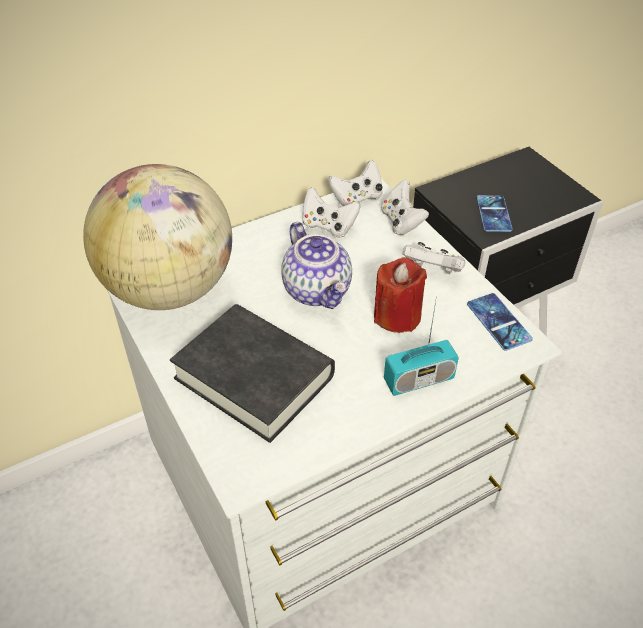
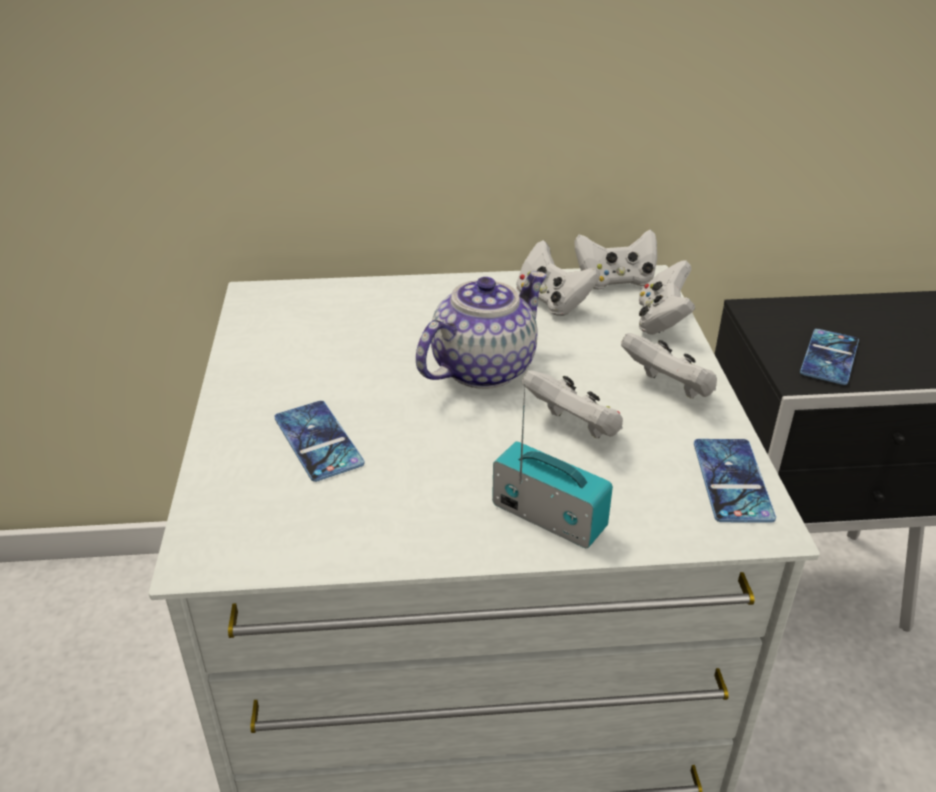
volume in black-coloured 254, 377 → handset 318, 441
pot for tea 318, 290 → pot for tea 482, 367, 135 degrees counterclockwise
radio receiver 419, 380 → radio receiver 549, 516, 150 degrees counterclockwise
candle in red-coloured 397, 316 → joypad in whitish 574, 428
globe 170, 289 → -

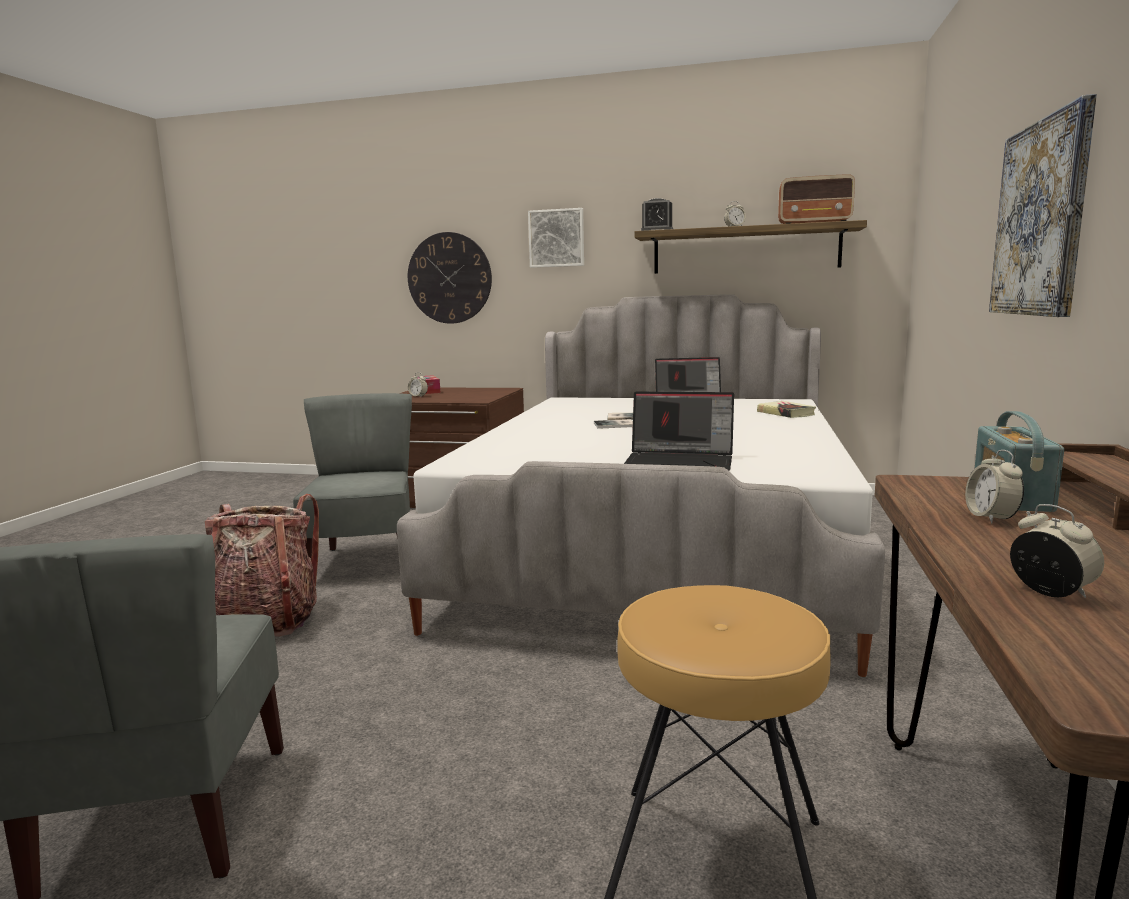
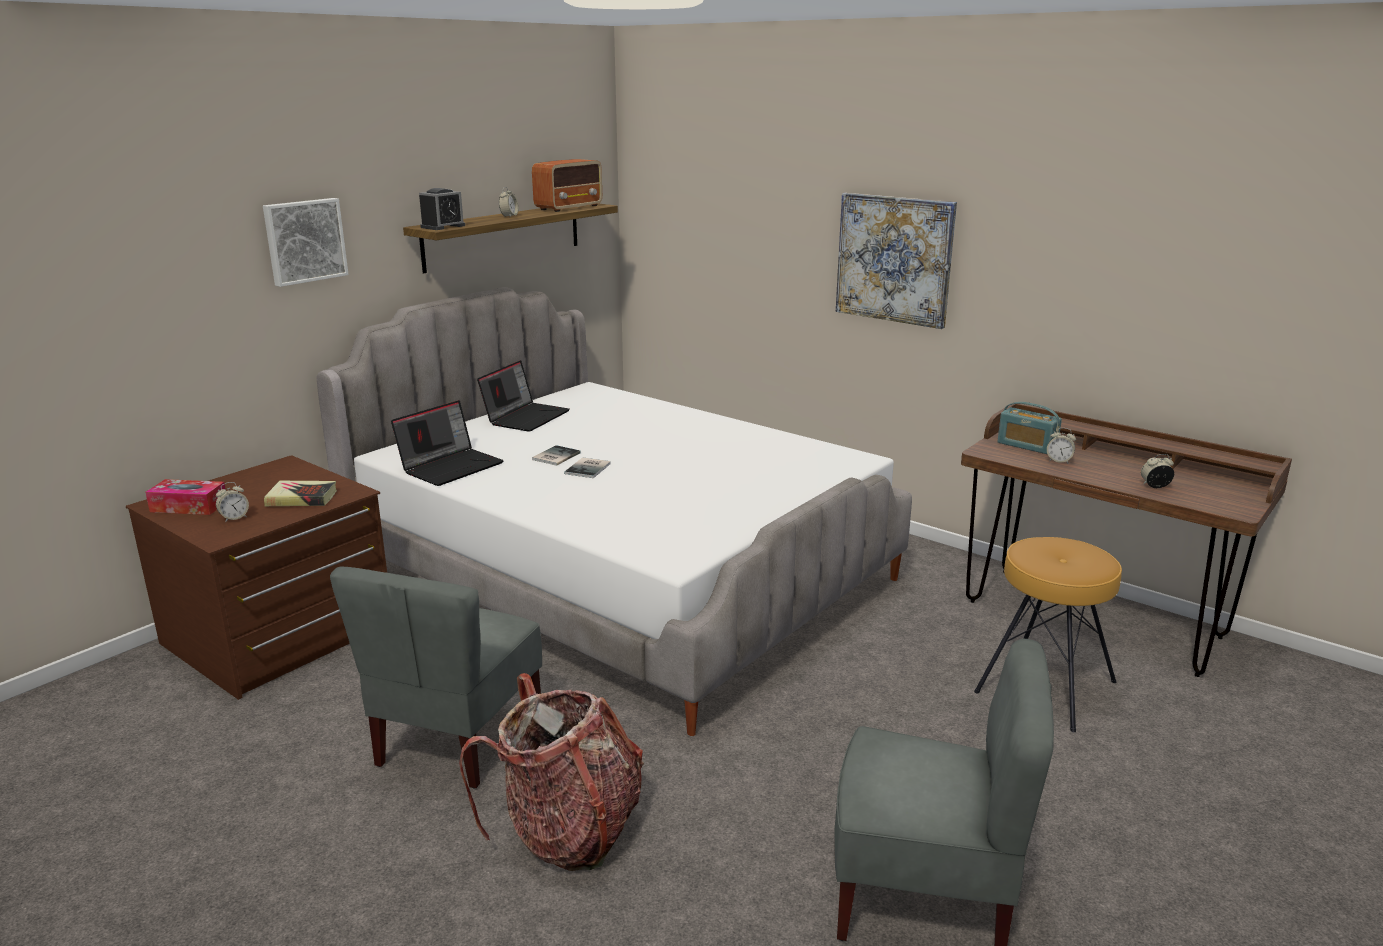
volume 786, 413 → volume 301, 498, move
upright chair in gray 365, 563 → upright chair in gray 457, 740, 90 degrees counterclockwise
laptop 680, 462 → laptop 451, 466, move
wall clock 449, 278 → -

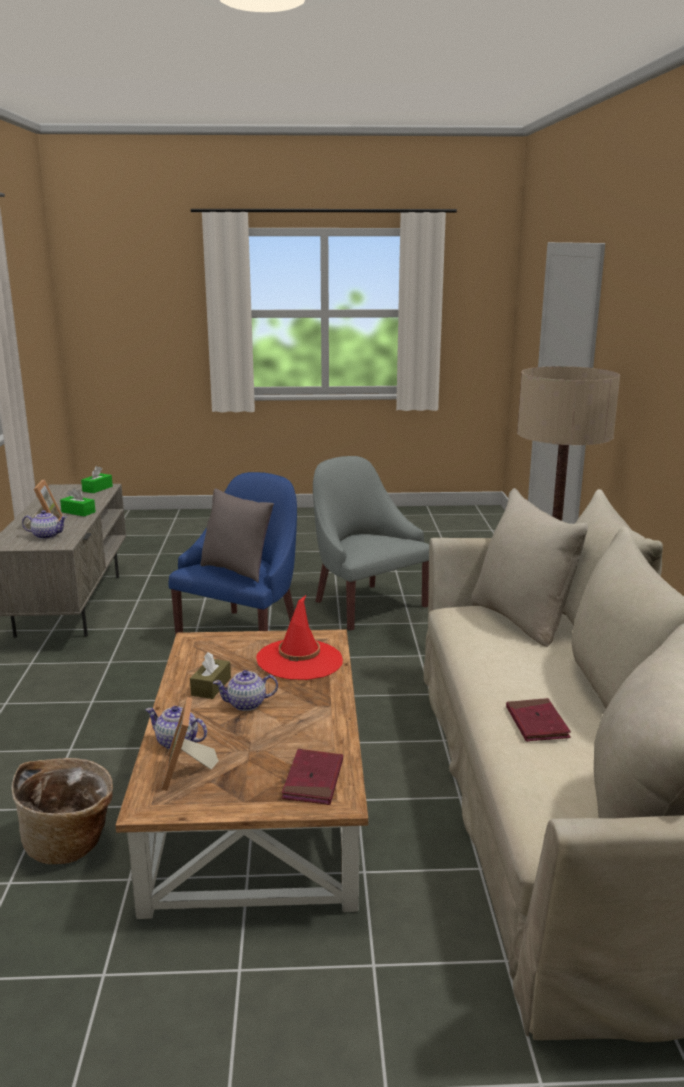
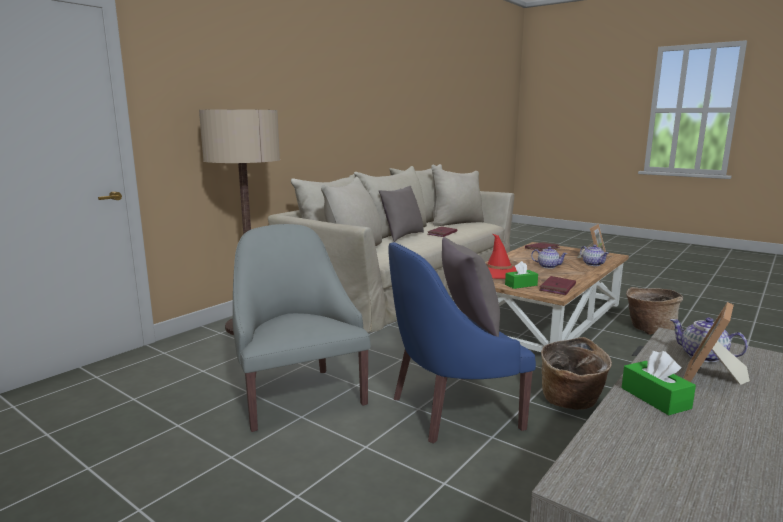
armchair in gray 365, 604 → armchair in gray 298, 395, 150 degrees clockwise
- → cushion in gray 402, 236
box of tissues in greenish 97, 489 → box of tissues in greenish 521, 285, move
- → volume in red-coloured 557, 288
- → storage basket 571, 402
box of tissues in brown-coloured 211, 686 → -

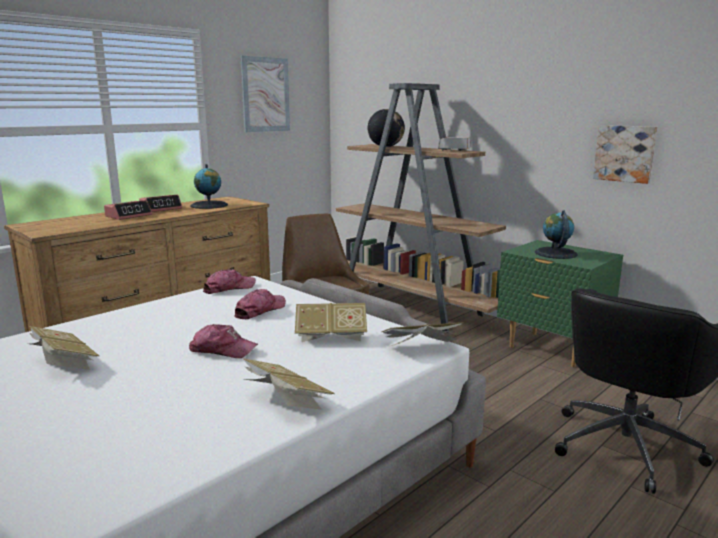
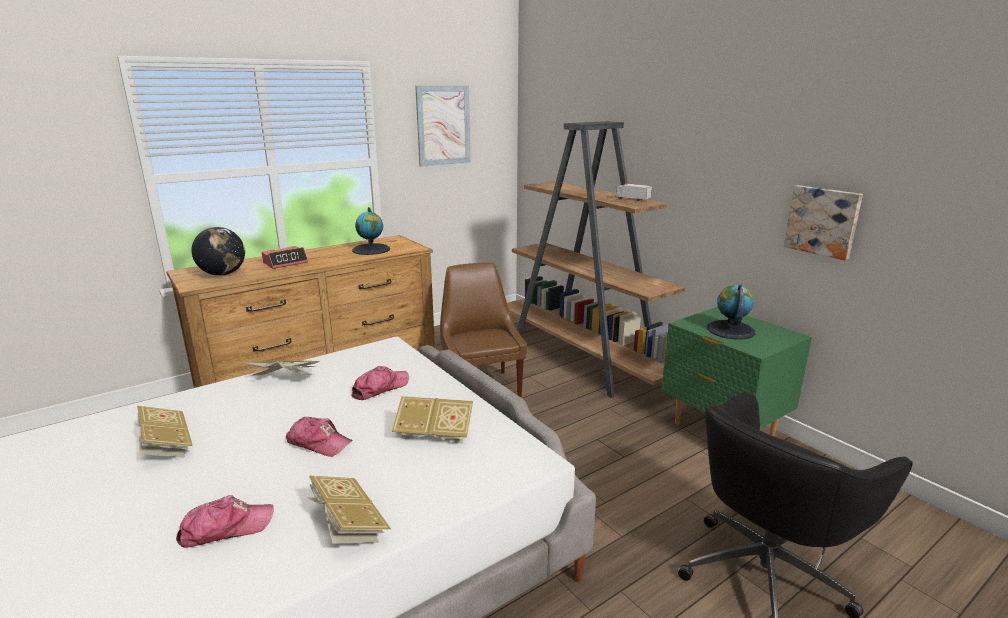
peaked cap 229, 288 → peaked cap 226, 528, move
globe 385, 147 → globe 223, 274, move
volume 421, 349 → volume 285, 379, move
alarm clock 161, 209 → -

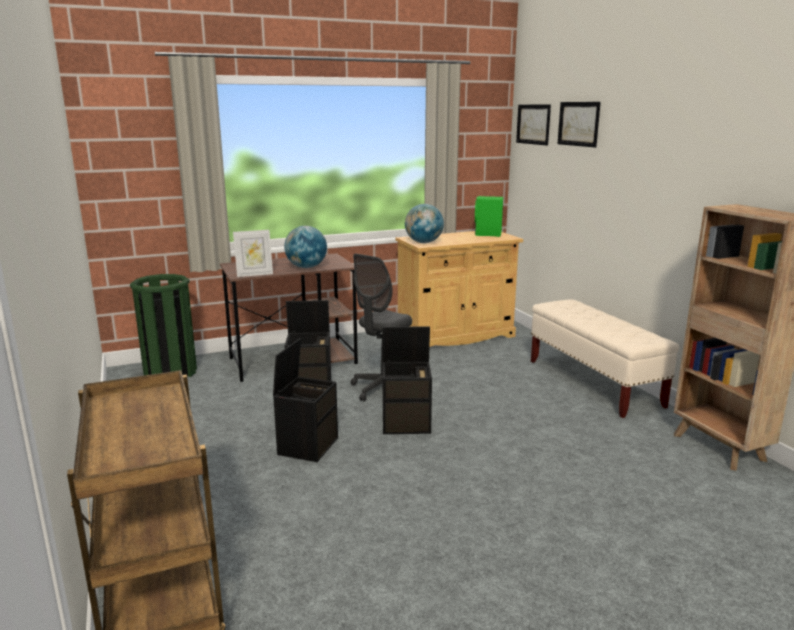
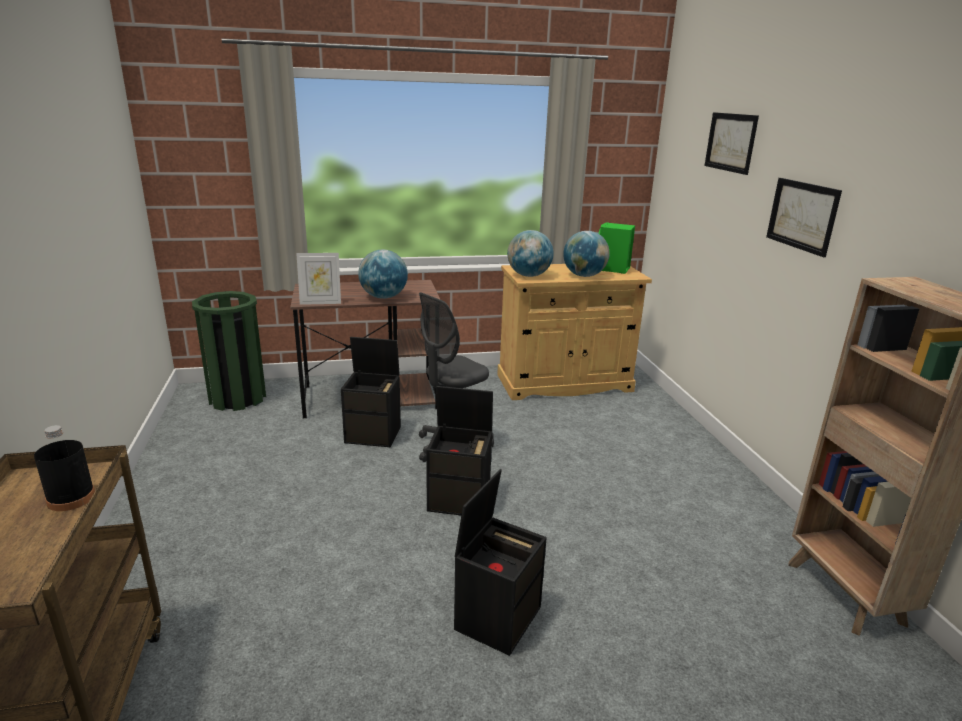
- → drink bottle in black-coloured 71, 498
storage bin in black-coloured 307, 445 → storage bin in black-coloured 497, 616, move
- → globe 584, 276
wall picture 533, 124 → wall picture 802, 215, move
long seat in beige-coloured 593, 383 → -

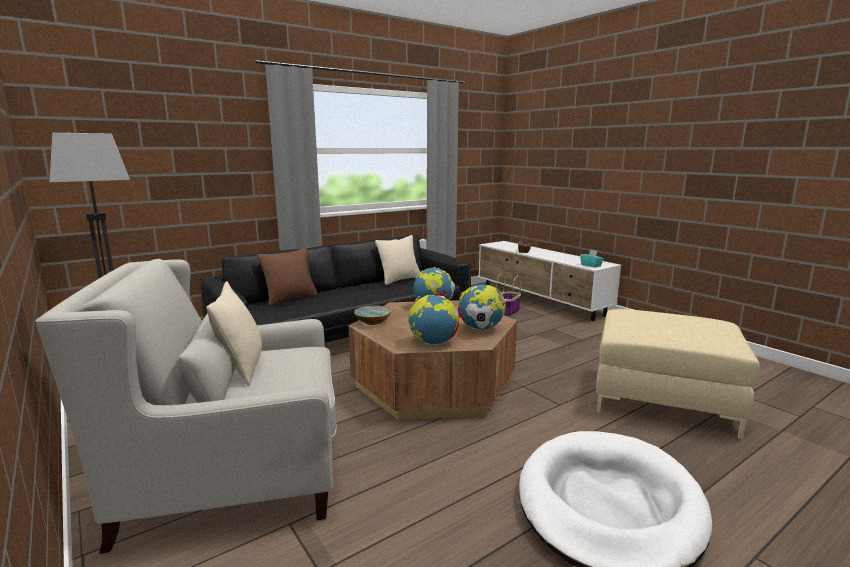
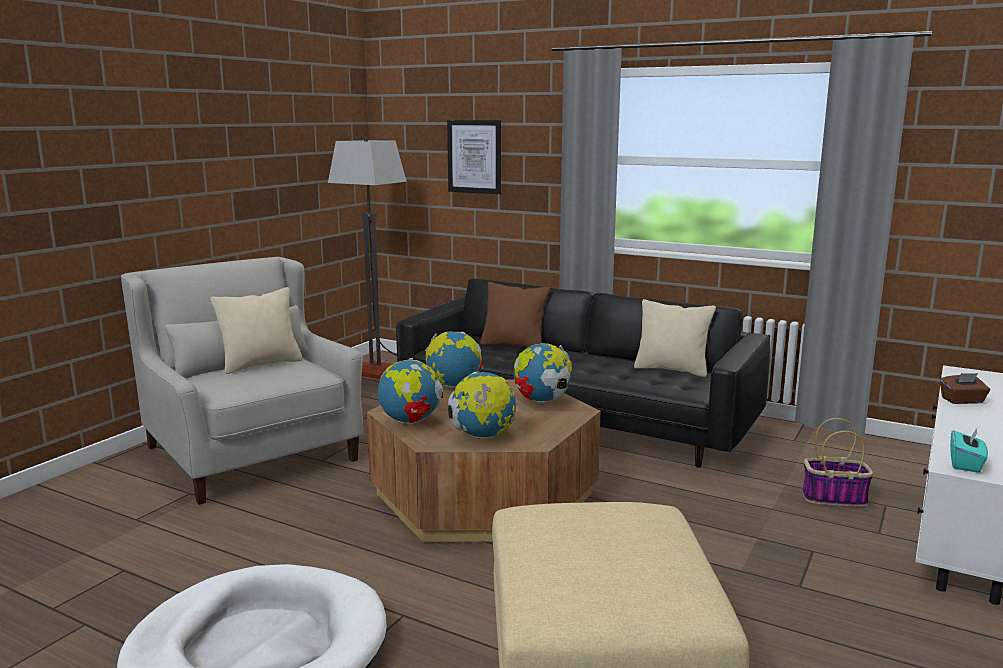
bowl 373, 322 → globe 454, 386
- → wall picture 474, 156

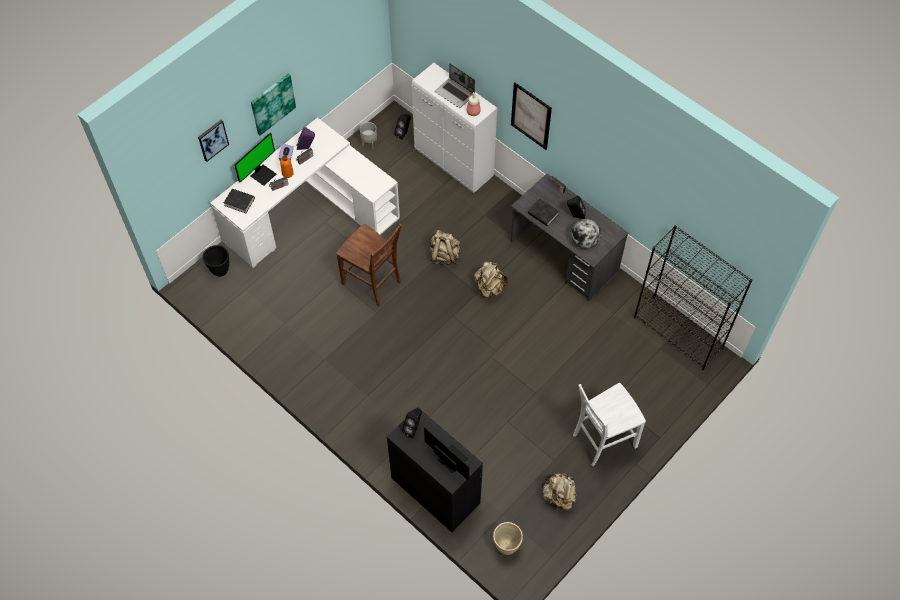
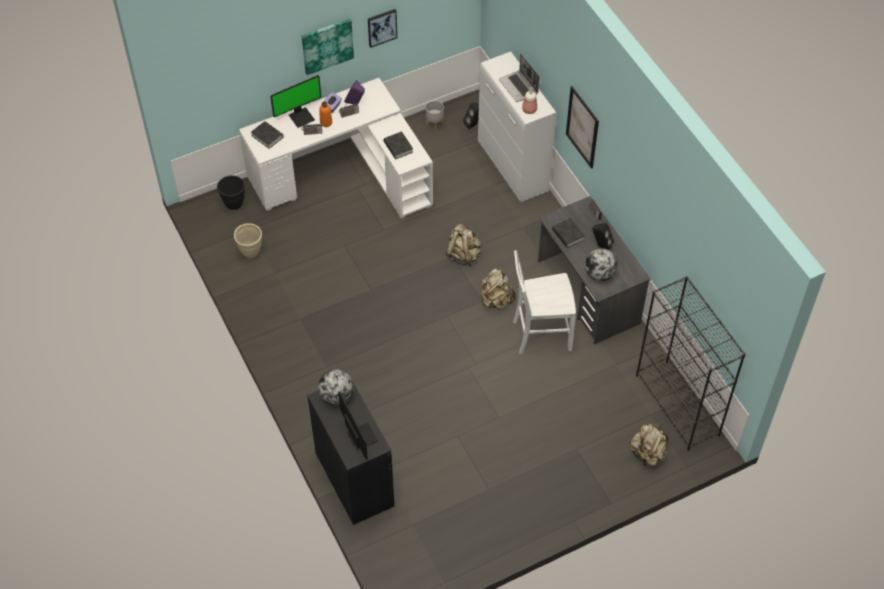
plant pot in beige-coloured 506, 546 → plant pot in beige-coloured 251, 252, move
audio speaker in black-coloured 413, 429 → globe 337, 396
wall picture 212, 140 → wall picture 382, 27, move
- → volume in black-coloured 398, 147
upright chair in whitish 602, 440 → upright chair in whitish 540, 334, move
rucksack in beige-coloured 558, 496 → rucksack in beige-coloured 647, 453, move
upright chair in brown-coloured 372, 283 → -

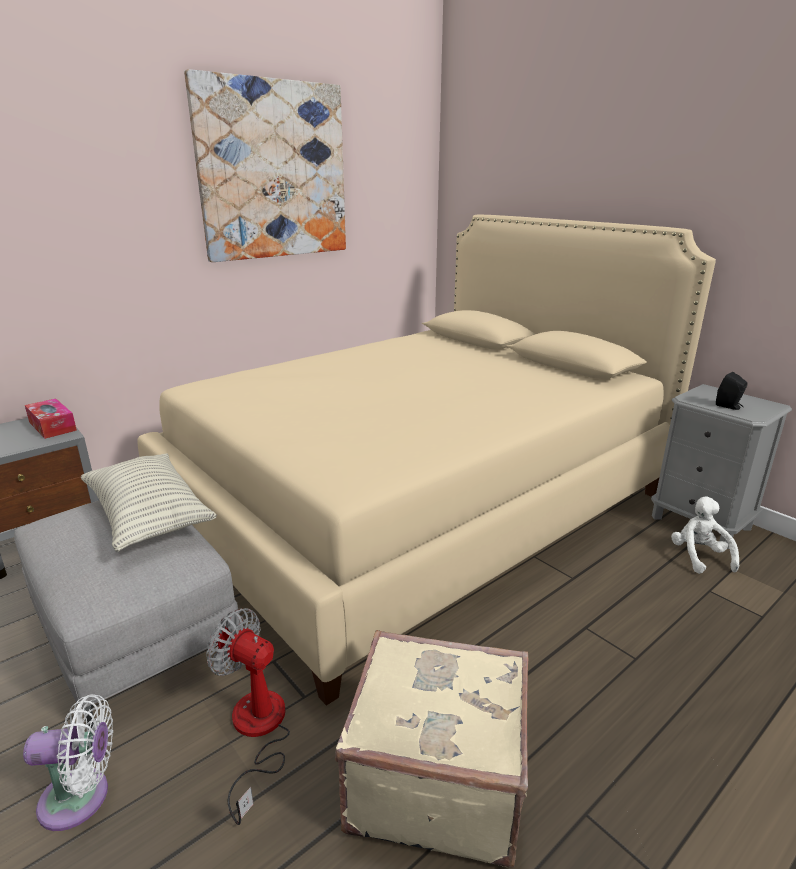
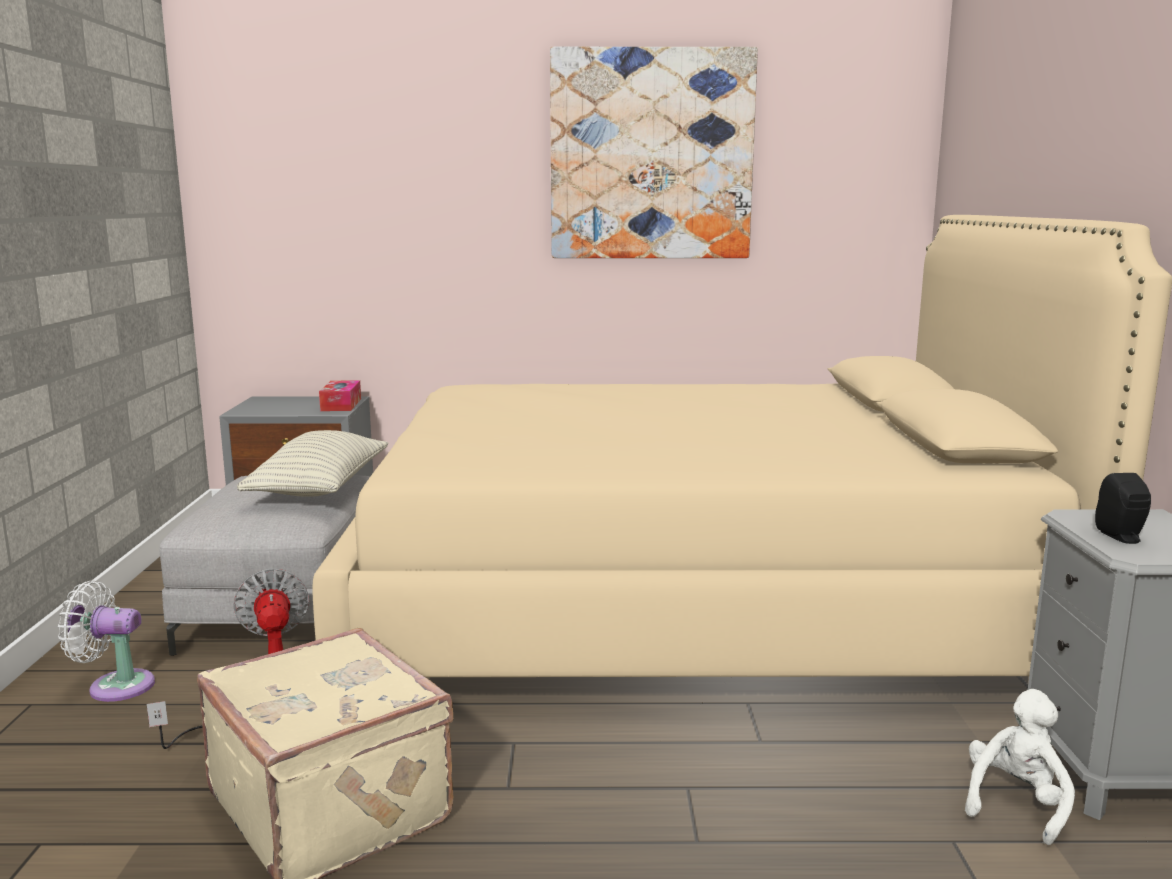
electric fan in whitish 81, 798 → electric fan in whitish 115, 686, 150 degrees clockwise

